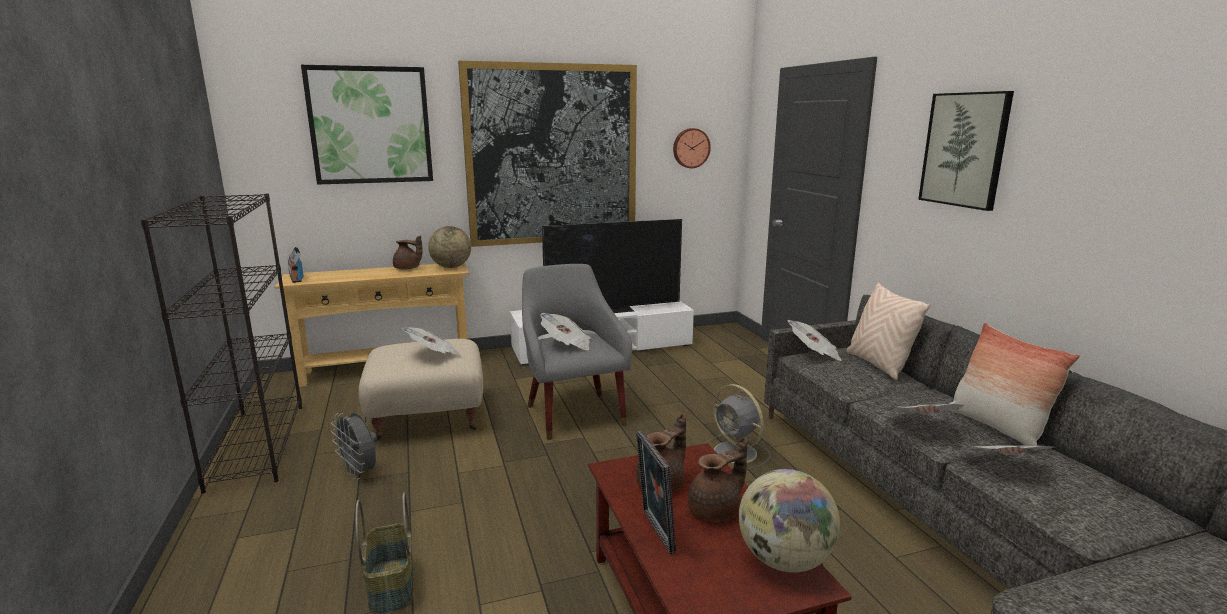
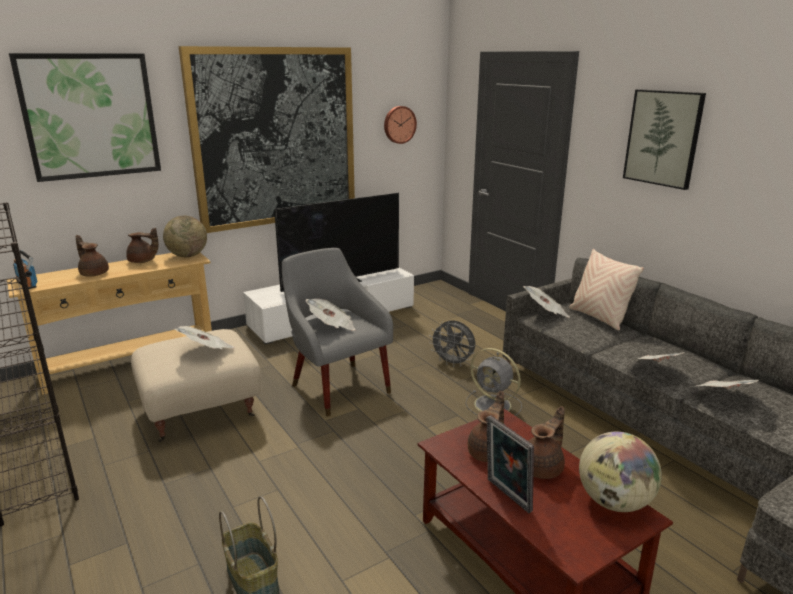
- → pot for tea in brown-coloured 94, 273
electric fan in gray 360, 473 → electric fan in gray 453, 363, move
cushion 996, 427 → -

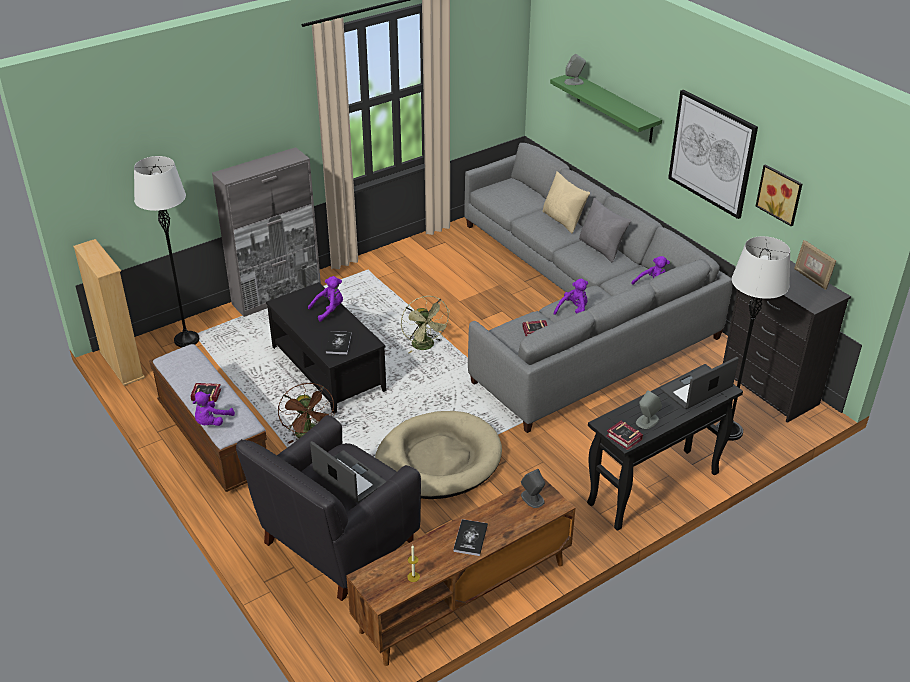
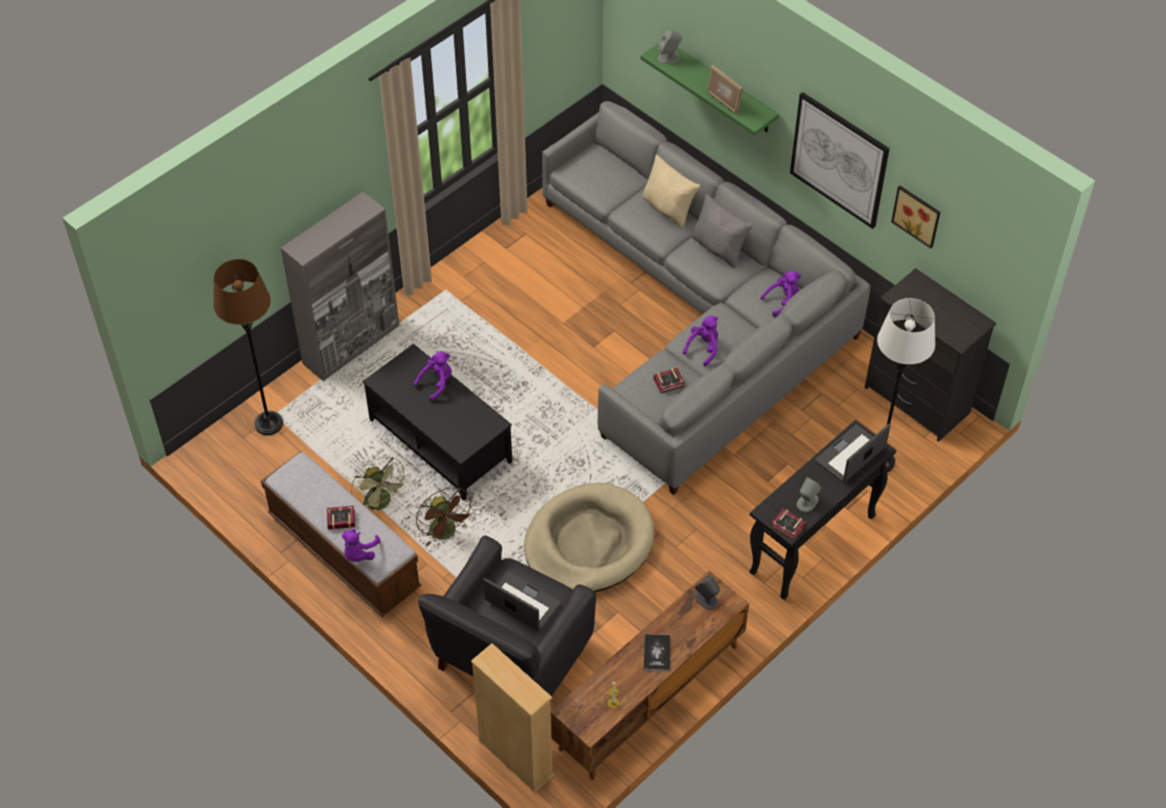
standing lamp in whitish 186, 340 → standing lamp in brown-coloured 268, 423
electric fan in greenish 426, 346 → electric fan in greenish 382, 503, move
bookcase in beige-coloured 121, 365 → bookcase in beige-coloured 516, 758, move
picture frame 811, 279 → picture frame 723, 102, move
volume 338, 343 → -

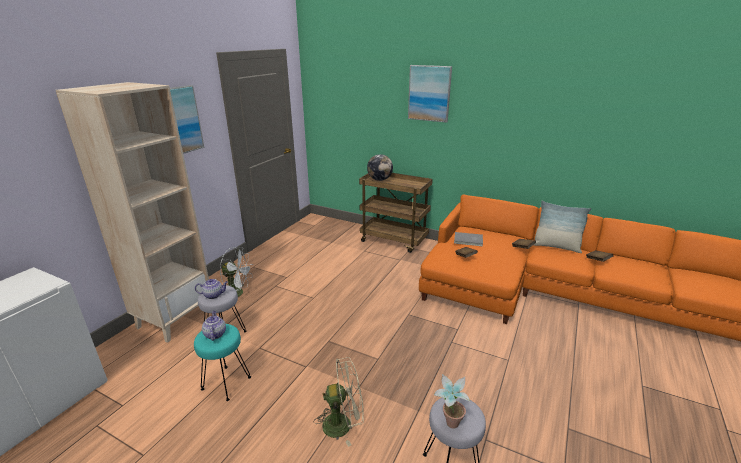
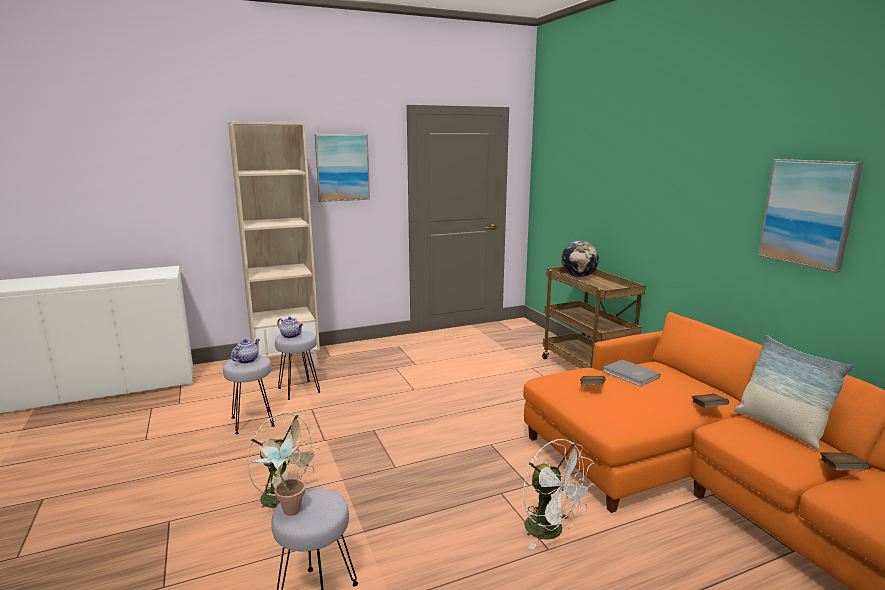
stool in blue-green 226, 383 → stool in gray 253, 421
electric fan in whitish 238, 293 → electric fan in whitish 551, 531, move
wall picture 429, 93 → wall picture 808, 213, move

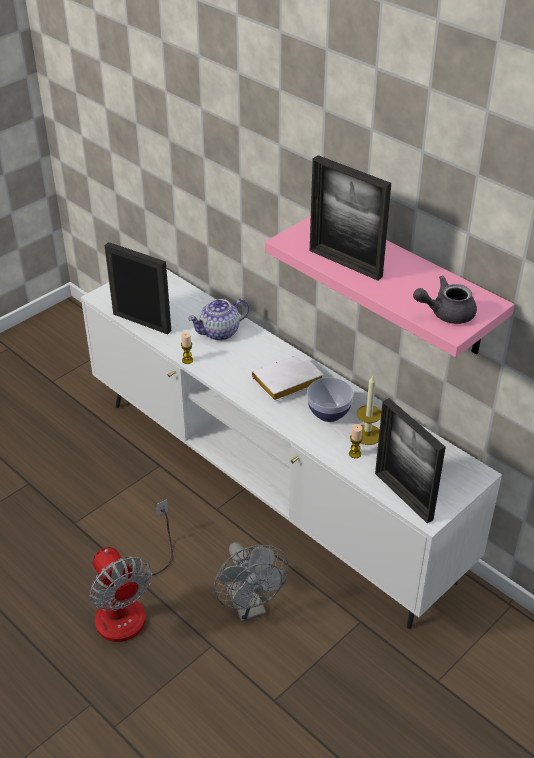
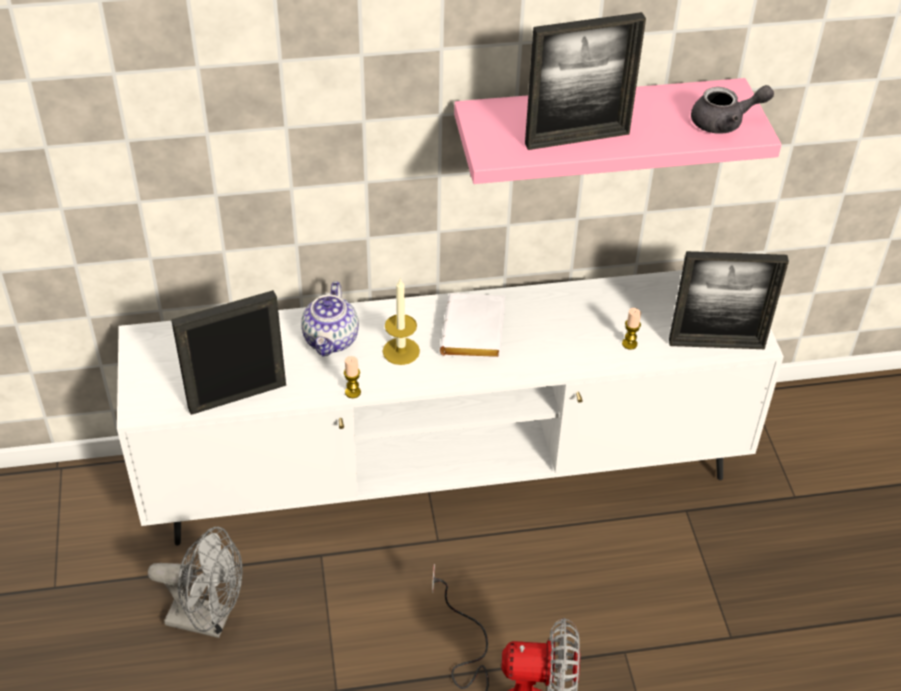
electric fan in gray 249, 607 → electric fan in gray 208, 619, move
candle 367, 434 → candle 401, 351, move
pot for tea in gray 445, 313 → pot for tea in gray 724, 123, 120 degrees counterclockwise
bowl 328, 413 → -

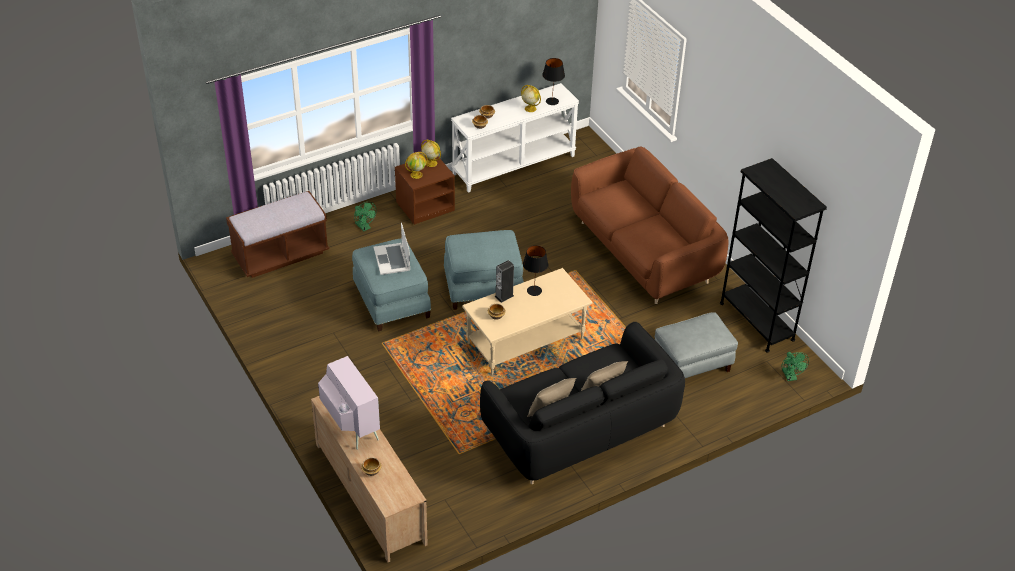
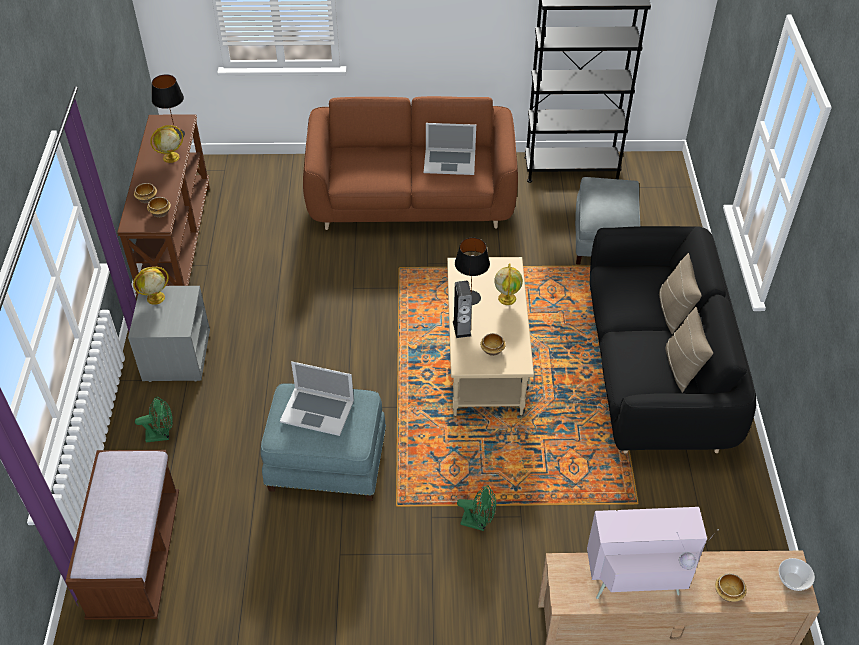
console table in whitish 513, 164 → console table in brown-coloured 175, 242
bedside table in brown-coloured 425, 206 → bedside table in gray 176, 355
- → laptop 449, 161
electric fan in greenish 790, 377 → electric fan in greenish 478, 523, move
globe 416, 174 → globe 507, 298, move
- → bowl 793, 581
pouffe in blue 483, 287 → -

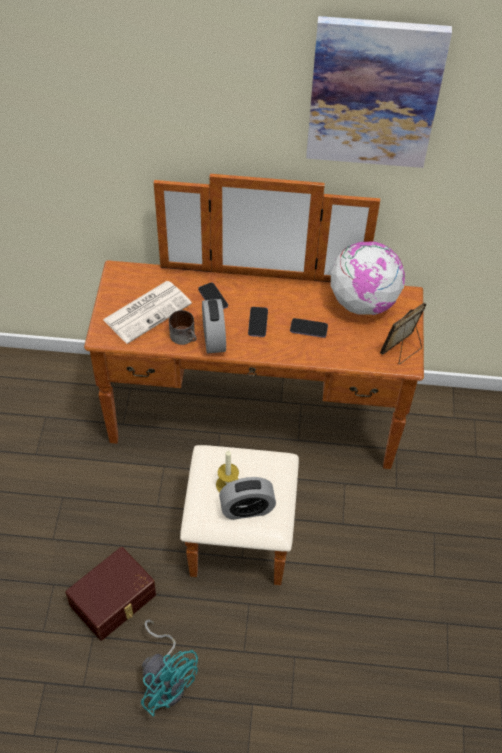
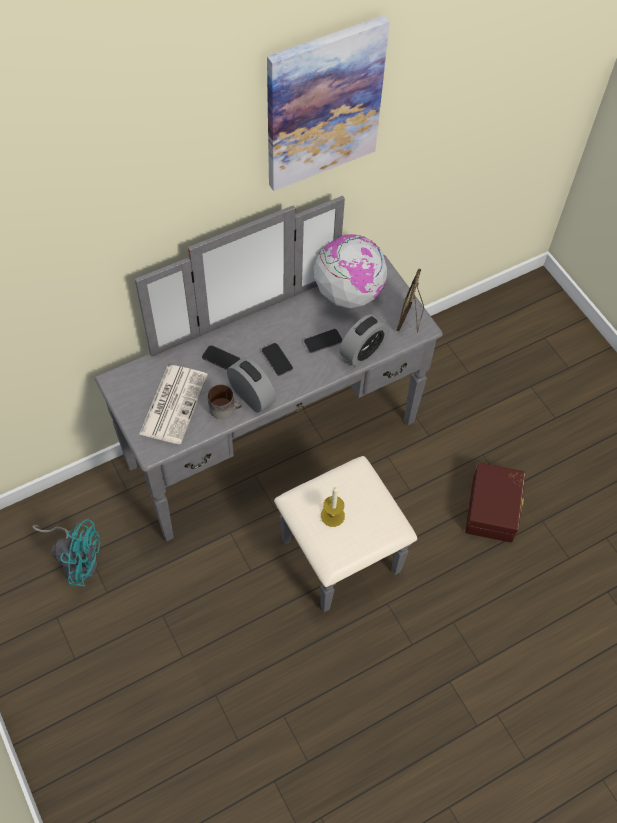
electric fan in blue-green 166, 679 → electric fan in blue-green 77, 559, move
drawer chest in brown-coloured 252, 443 → drawer chest in gray 289, 467
alarm clock 247, 509 → alarm clock 363, 351, move
storage bin in brown-coloured 114, 600 → storage bin in brown-coloured 494, 508, move

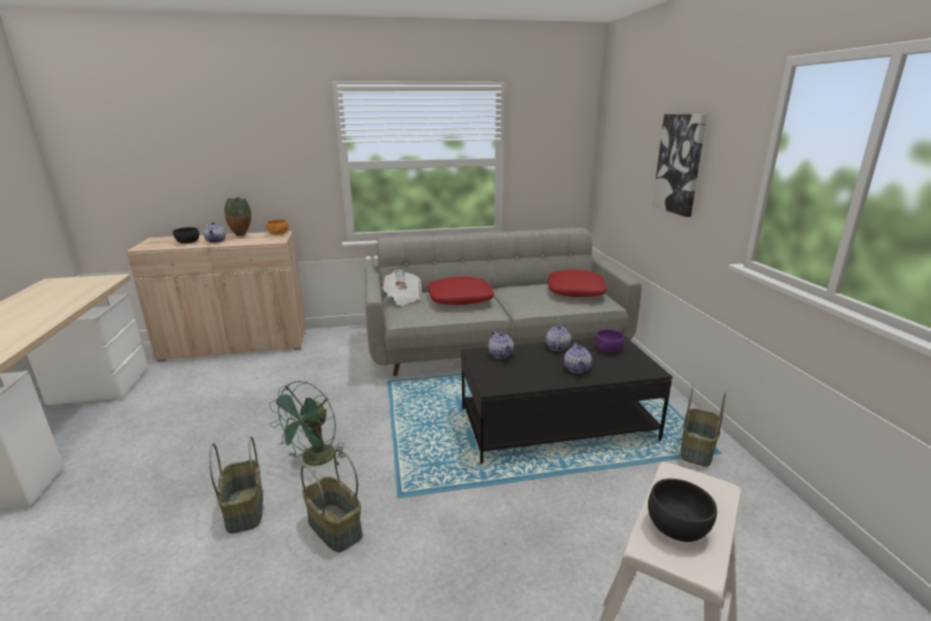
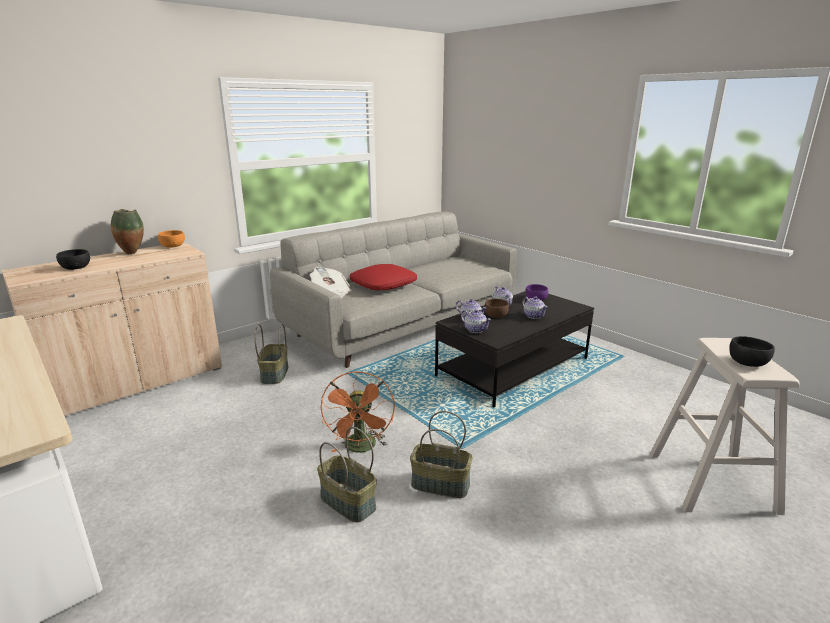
storage basket 696, 449 → storage basket 274, 374, move
electric fan in greenish 314, 461 → electric fan in orange-coloured 361, 448
pot for tea 216, 241 → pot for tea 475, 330, move
- → bowl in brown-coloured 496, 315
cushion in red-coloured 575, 291 → -
wall picture 680, 164 → -

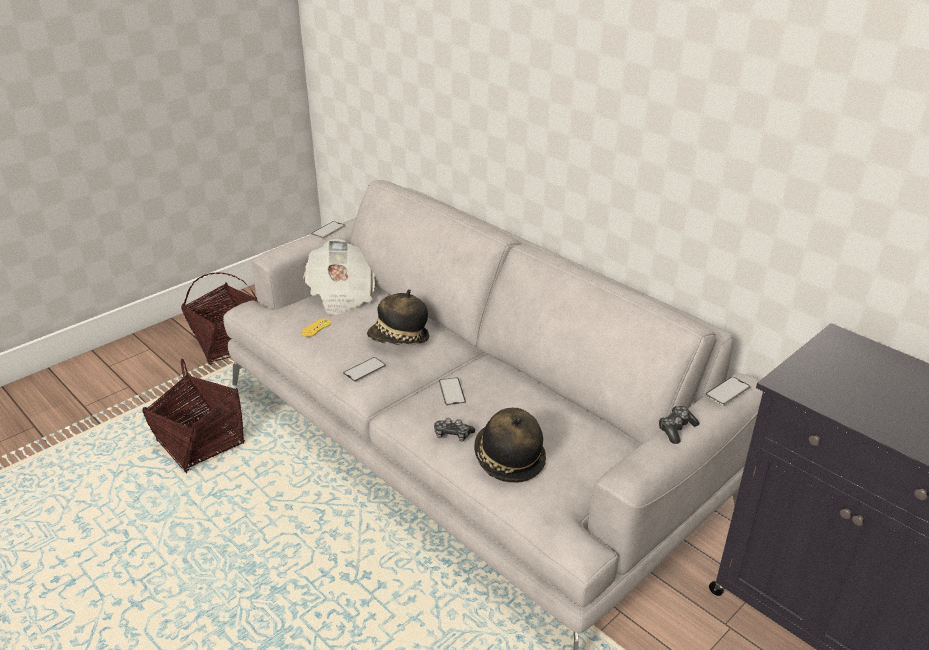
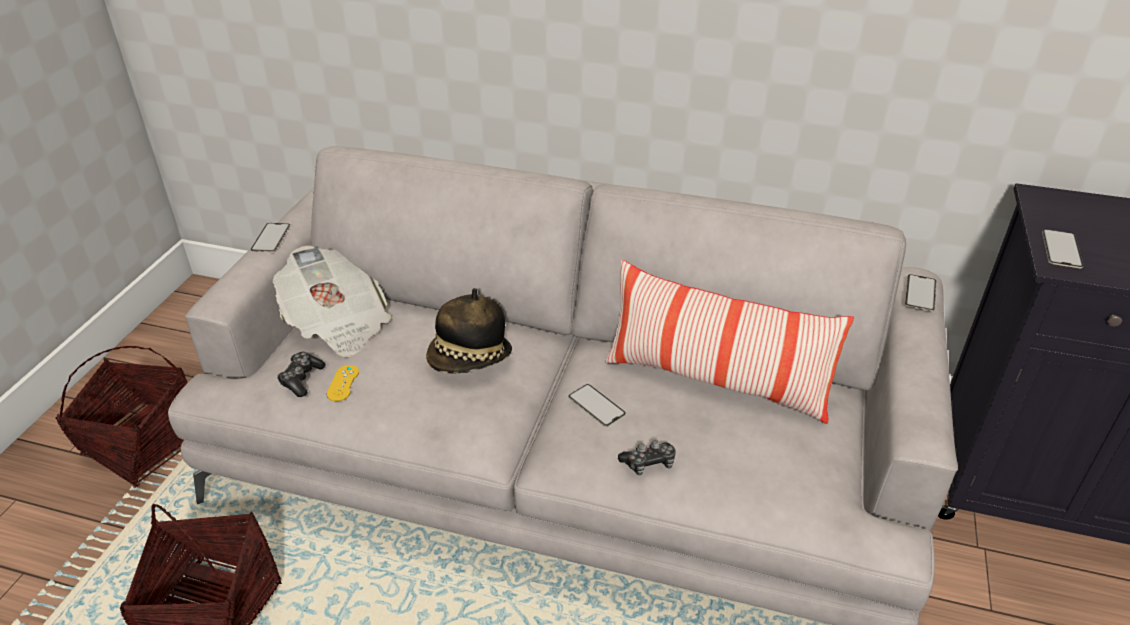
joypad 676, 429 → joypad 301, 379, move
- → cushion 716, 381
handset 364, 369 → handset 1061, 249, move
clothing hat 508, 459 → -

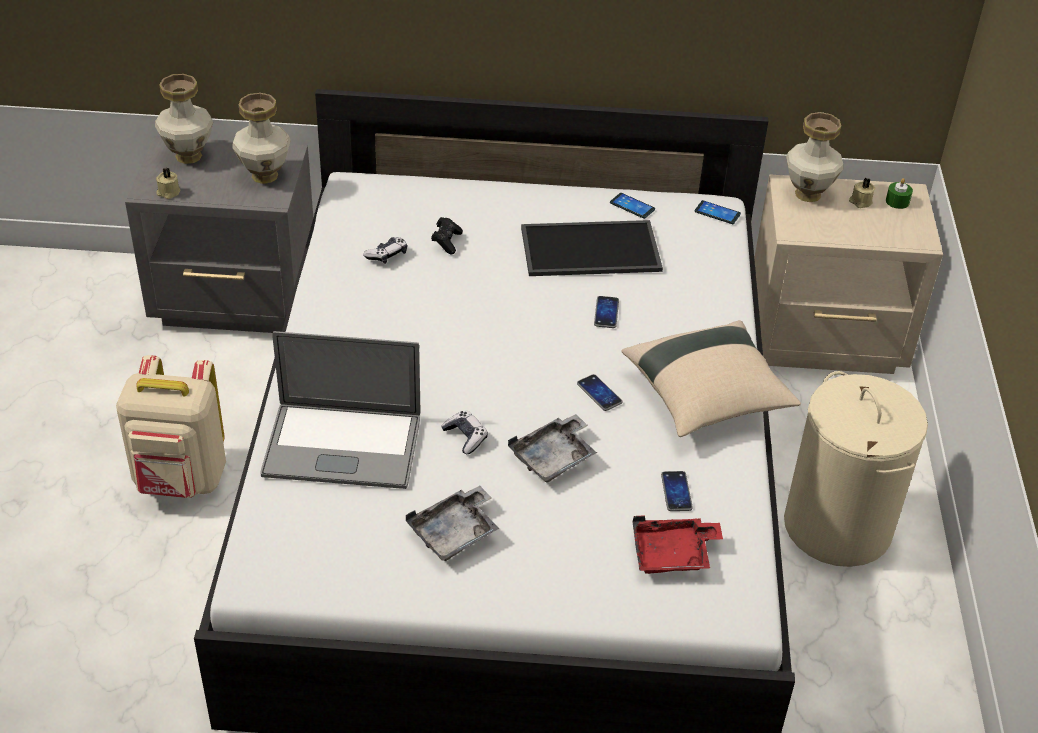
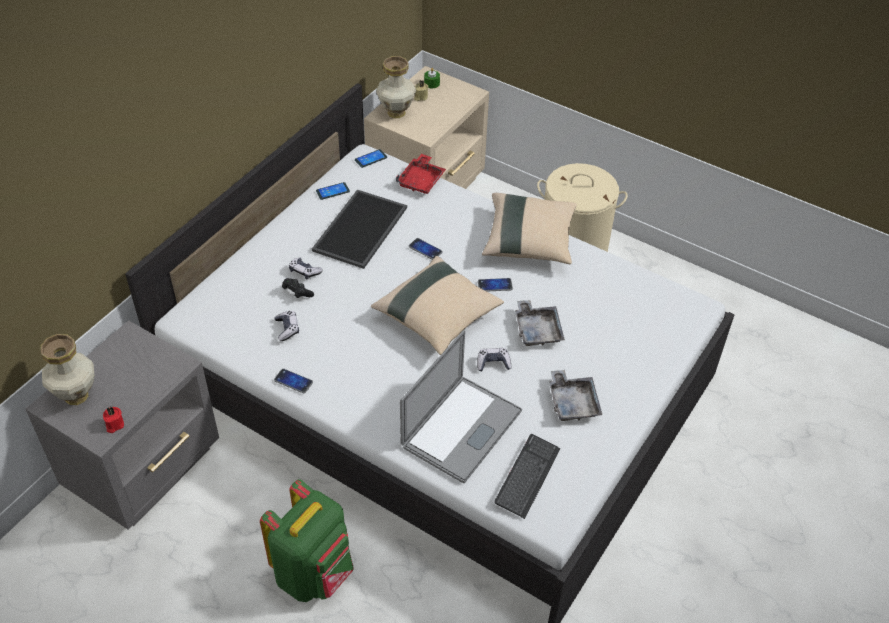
candle in beige-coloured 168, 192 → candle in red-coloured 114, 425
rucksack in beige-coloured 181, 480 → rucksack in greenish 314, 573
handset 676, 492 → handset 293, 381, move
- → joypad 304, 271
- → cushion in beige-coloured 437, 317
carrying tray in red-coloured 673, 554 → carrying tray in red-coloured 421, 181, move
- → PC keyboard 527, 476
decorative vase 264, 176 → -

